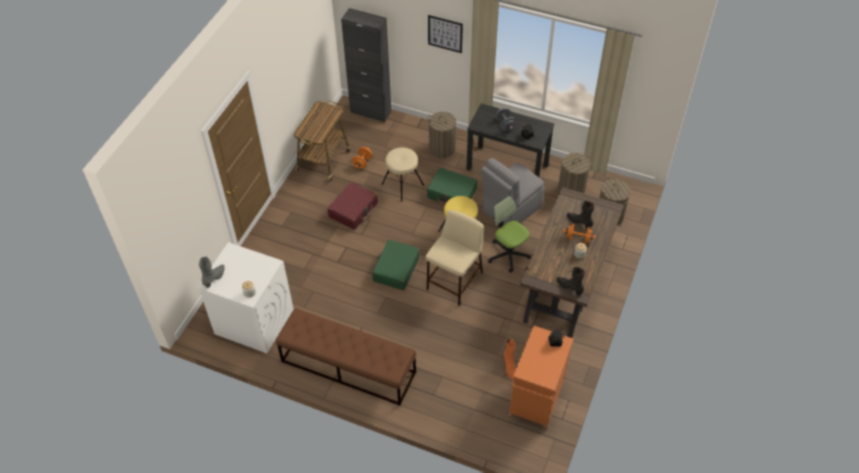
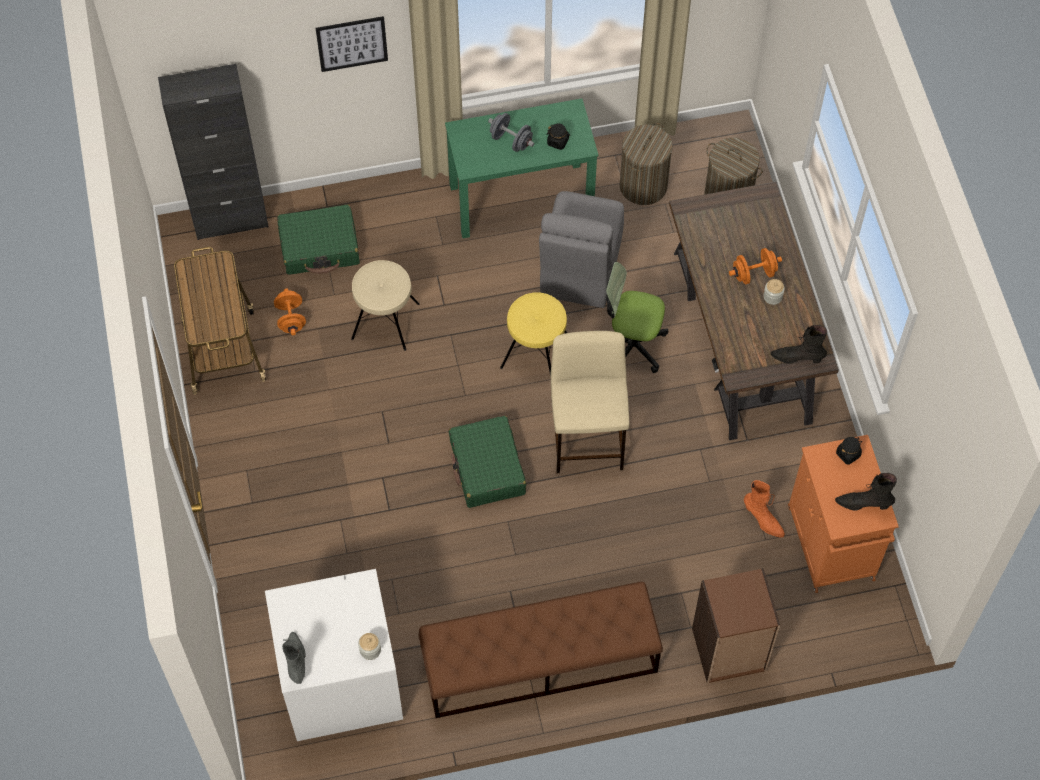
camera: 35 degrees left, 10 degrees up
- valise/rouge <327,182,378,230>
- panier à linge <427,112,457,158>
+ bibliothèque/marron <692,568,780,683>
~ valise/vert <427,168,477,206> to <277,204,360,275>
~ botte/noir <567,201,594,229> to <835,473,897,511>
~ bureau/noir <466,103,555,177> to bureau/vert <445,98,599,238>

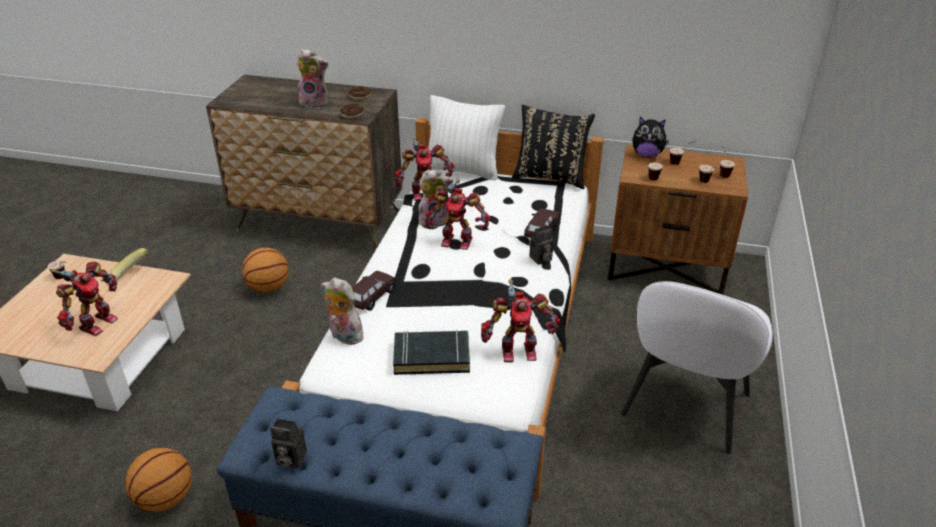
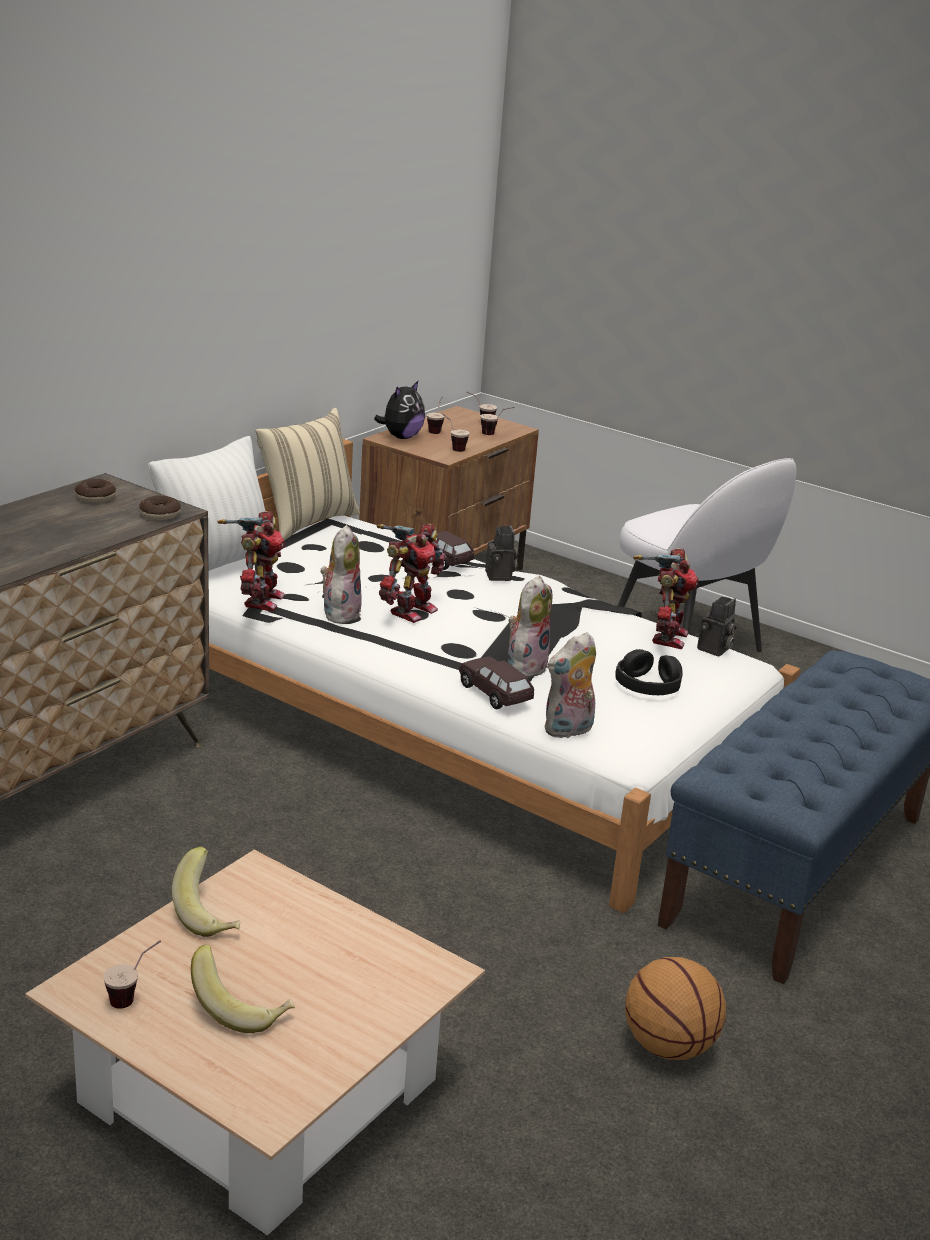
camera: 70 degrees left, 10 degrees down
- robot jouet <50,261,118,336>
- ballon de basket <242,248,289,293>
+ banane <191,945,295,1033>
~ appareil photo <270,418,307,469> to <697,596,736,656>
~ peluche <297,48,328,108> to <508,576,553,678>
~ livre/noir <393,330,470,375> to casque audio/noir <615,649,683,695>
~ coussin/noir <512,105,595,189> to coussin/beige <255,408,360,540>

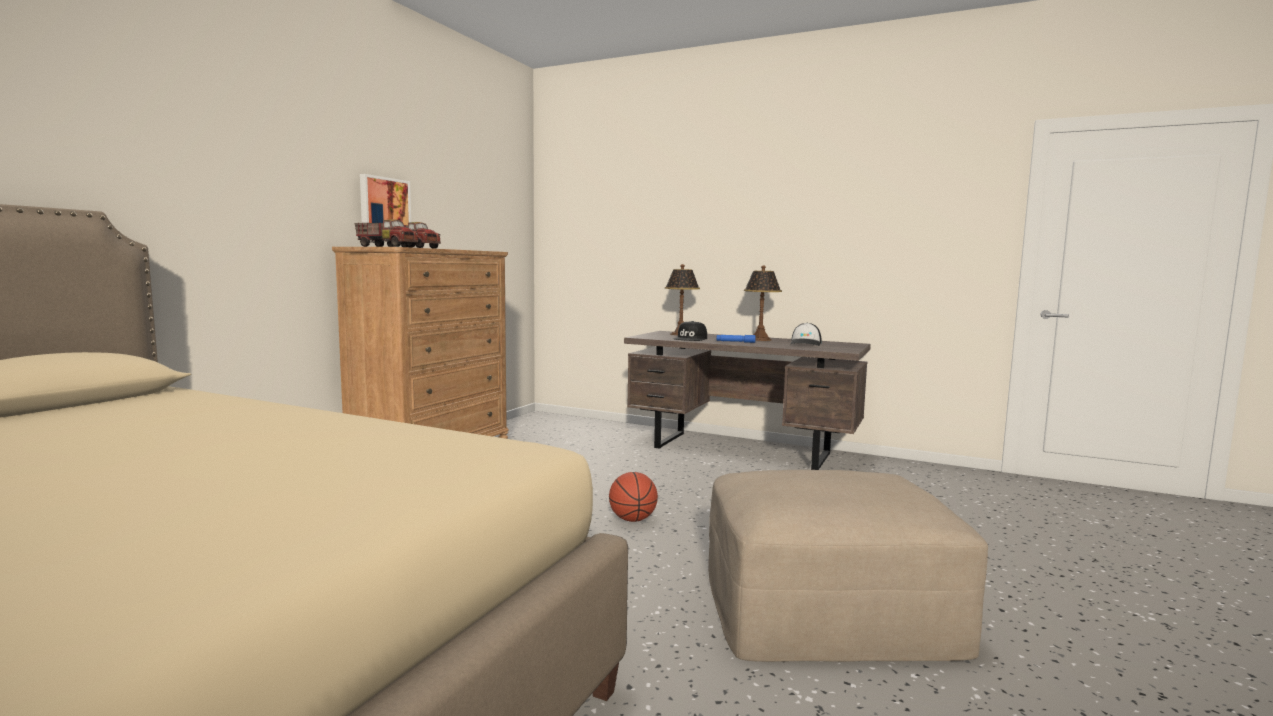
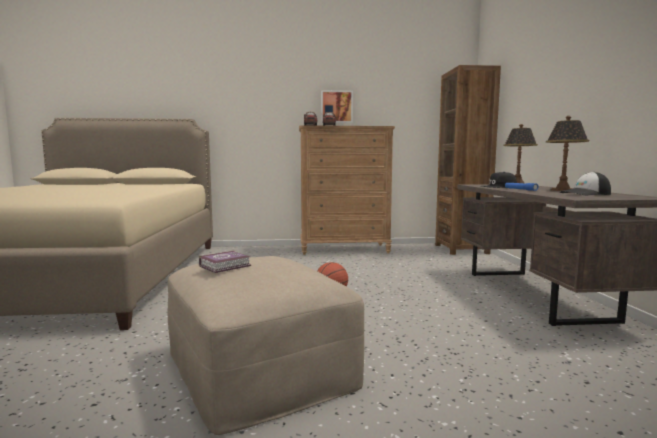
camera: 60 degrees right, 0 degrees up
+ livre <199,250,251,273>
+ bibliothèque/marron <435,65,501,255>

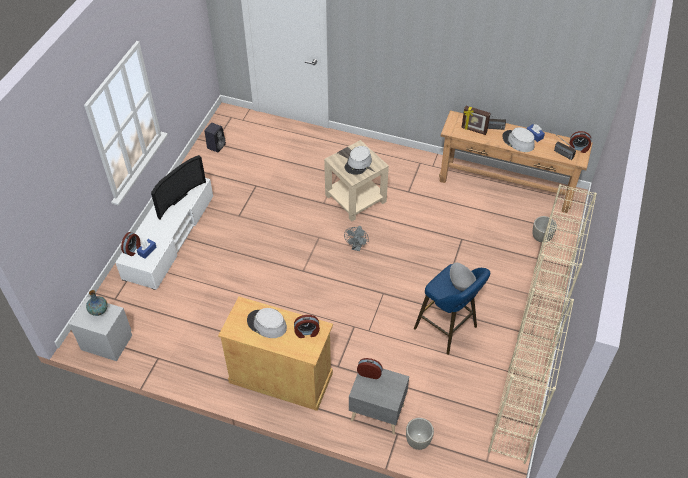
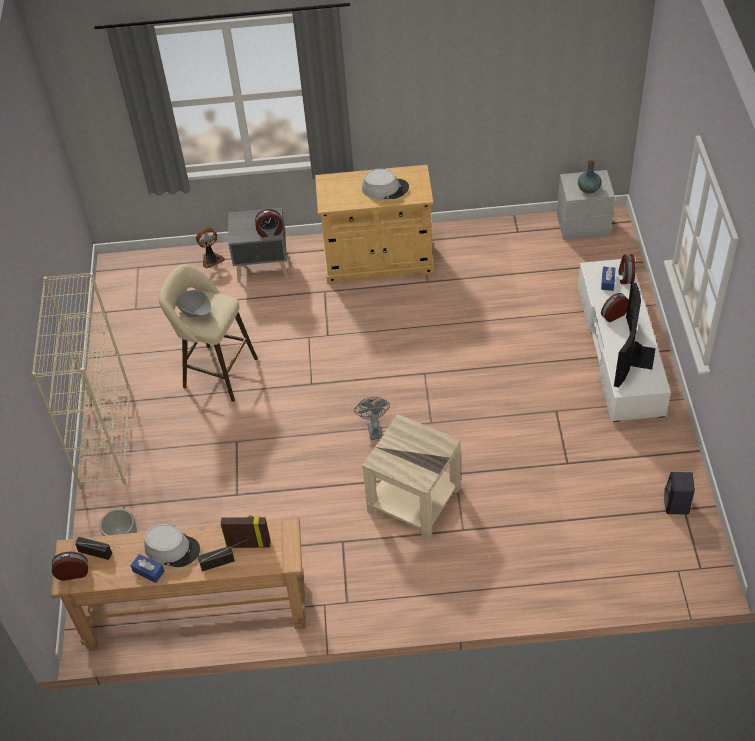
camera: 160 degrees right, 0 degrees up
- chapeau/gris <345,146,372,175>
- bibliothèque/beige <488,288,574,464>
~ réveil <294,315,320,338> to <601,293,629,322>
~ cache-pot/gris <406,418,434,450> to ventilateur <196,228,225,268>
~ tabouret/bleu <414,264,490,355> to tabouret/beige <159,264,258,402>

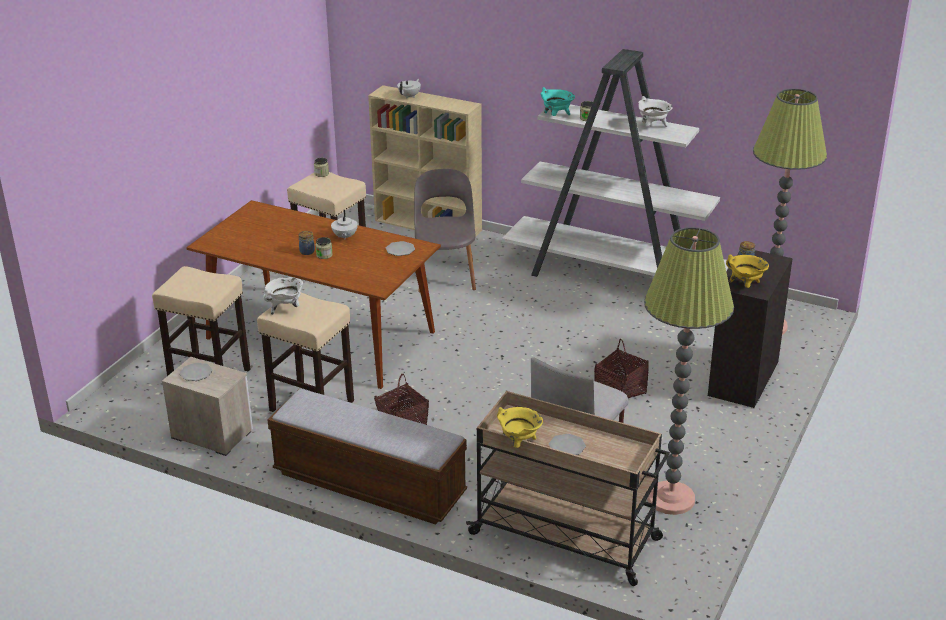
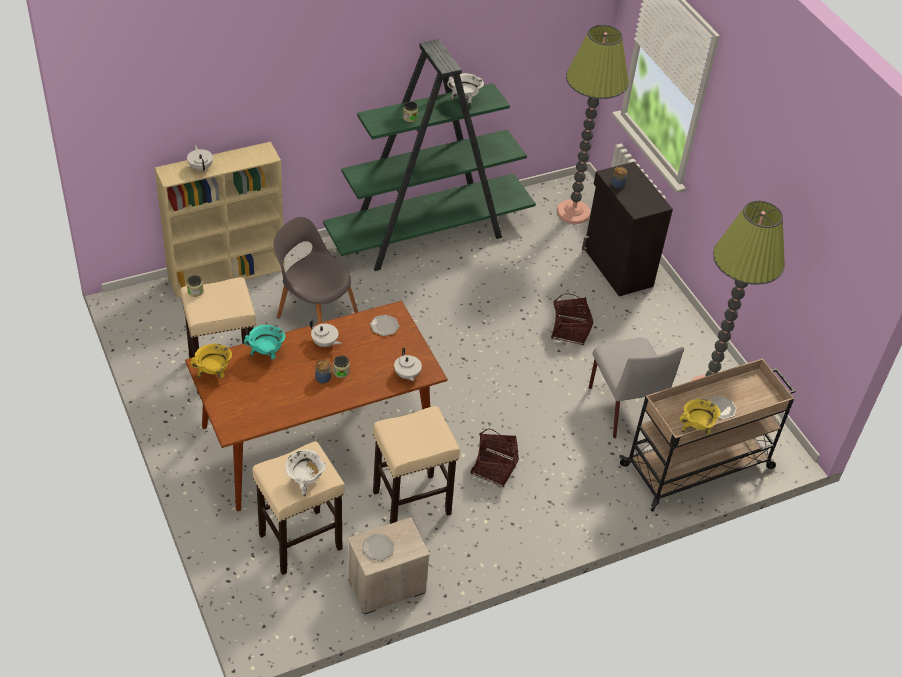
camera: 55 degrees left, 15 degrees up
- banc <267,389,467,525>
+ théière/blanc <394,348,422,382>
~ marmite/blanc <263,277,303,315> to <285,449,326,496>
~ marmite/turquoise <541,87,575,116> to <244,325,285,359>
~ marmite/jaune <726,254,769,288> to <190,344,232,378>
~ bibliothèque/blanc <502,49,728,277> to bibliothèque/vert <323,39,536,271>

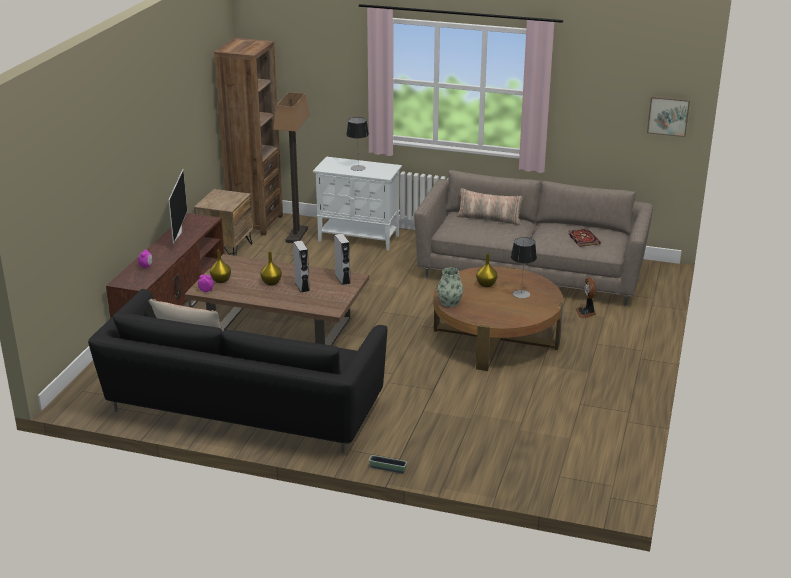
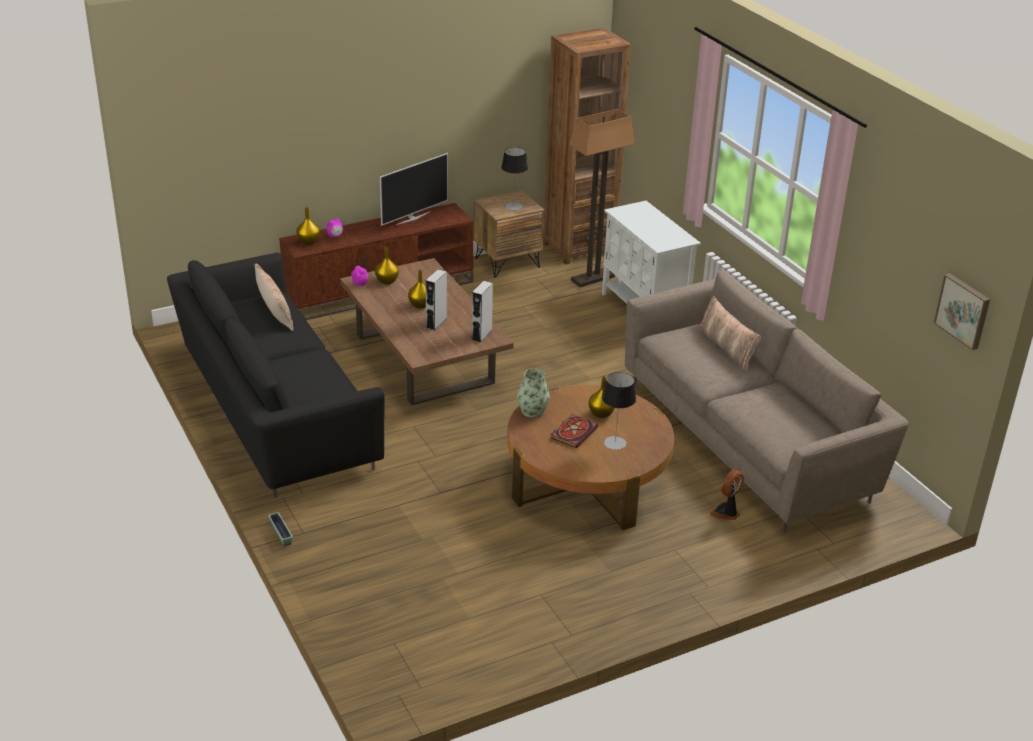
camera: 45 degrees right, 5 degrees up
+ vase/jaune <296,207,320,245>
~ lampe de table <346,117,369,171> to <501,147,528,210>
~ livre <568,229,601,247> to <551,414,599,448>

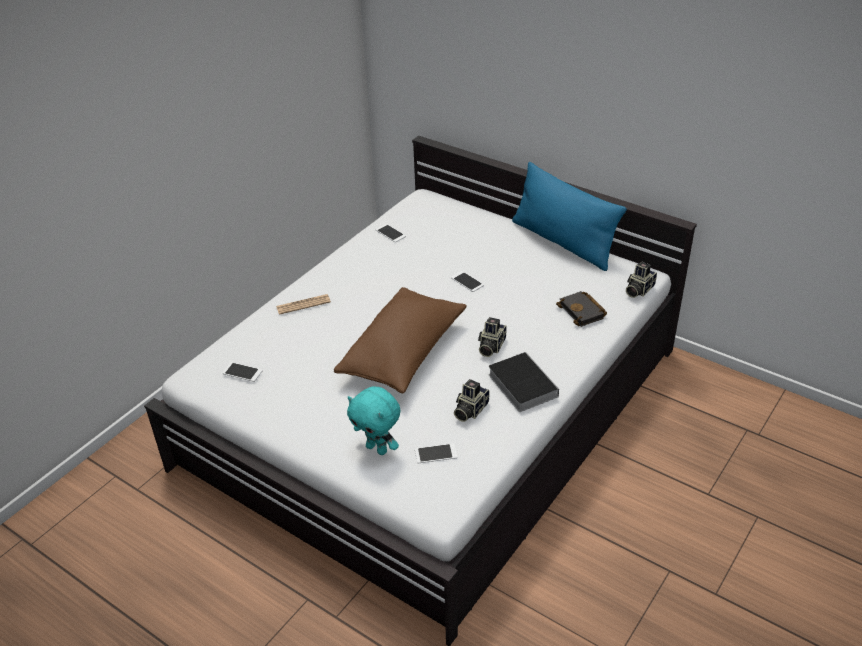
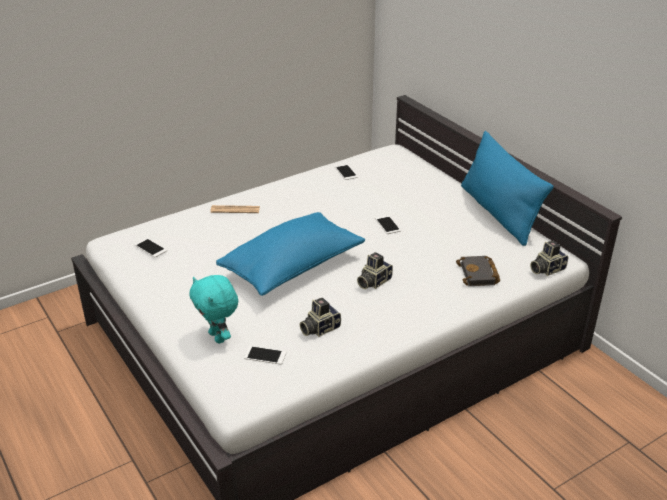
camera: 20 degrees right, 5 degrees down
- livre <488,352,559,412>
~ coussin/marron <334,287,467,393> to coussin/bleu <216,212,365,296>

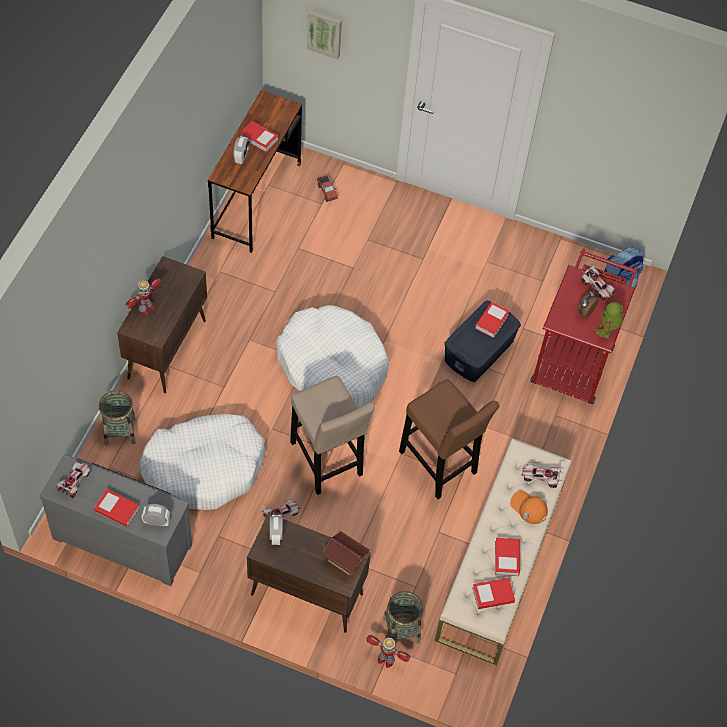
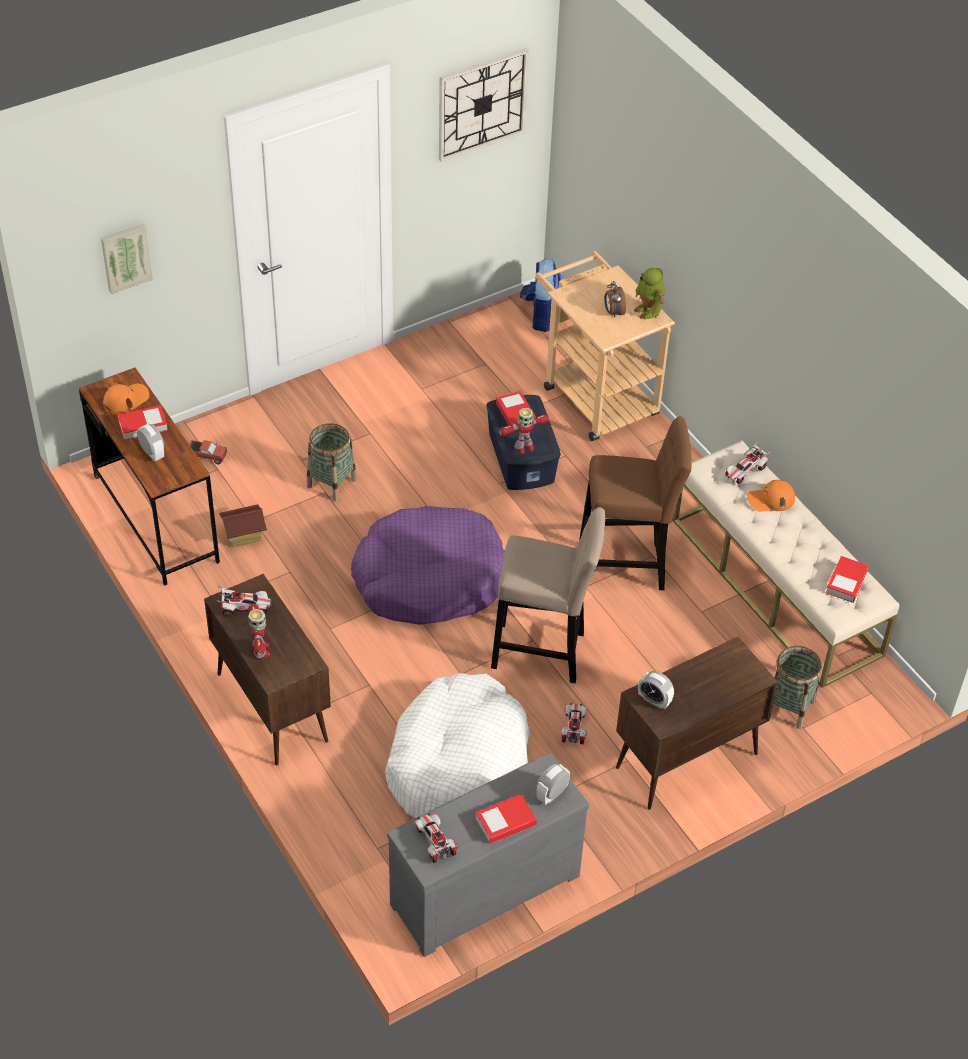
camera: 50 degrees left, 10 degrees down
- livre <495,538,520,576>
+ casquette/orange <103,384,149,415>
+ horloge murale <439,48,529,162>
~ panier <99,390,136,446> to <307,423,357,501>
~ maison miniature <321,531,370,575> to <219,504,267,547>
~ robot jouet <366,635,410,668> to <499,408,549,454>
~ petite voiture <581,262,615,300> to <217,586,271,616>
~ panier pour chien/blanc <276,305,389,408> to panier pour chien/violet <351,506,505,625>
~ chariot/rouge <530,248,638,404> to chariot/beige <536,251,675,441>

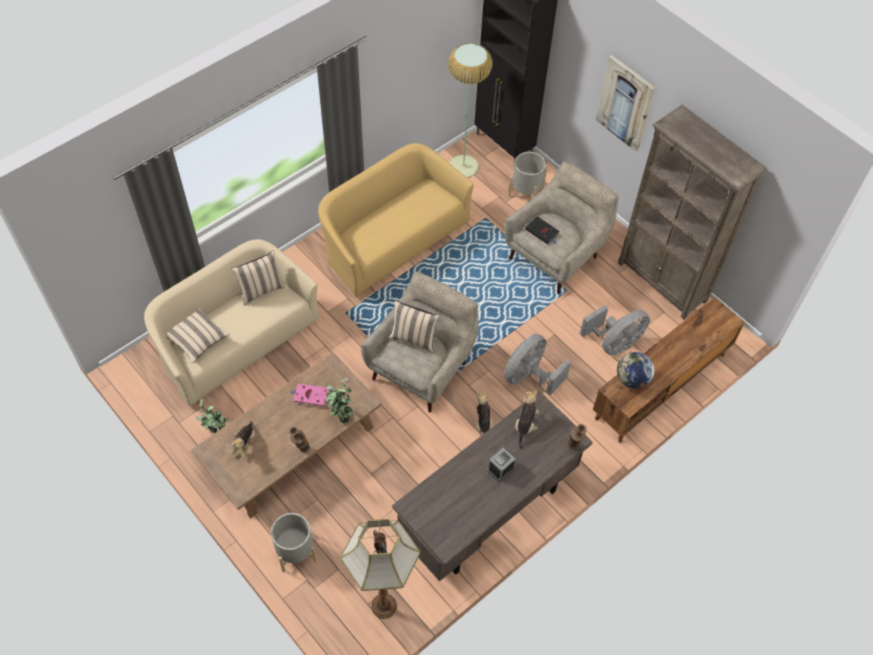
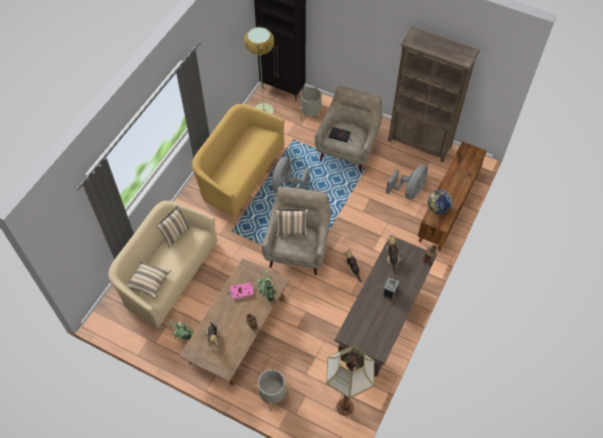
camera: 20 degrees left, 0 degrees up
- tableau <596,55,655,152>
~ ventilateur/gris <504,334,571,395> to <272,157,310,193>

